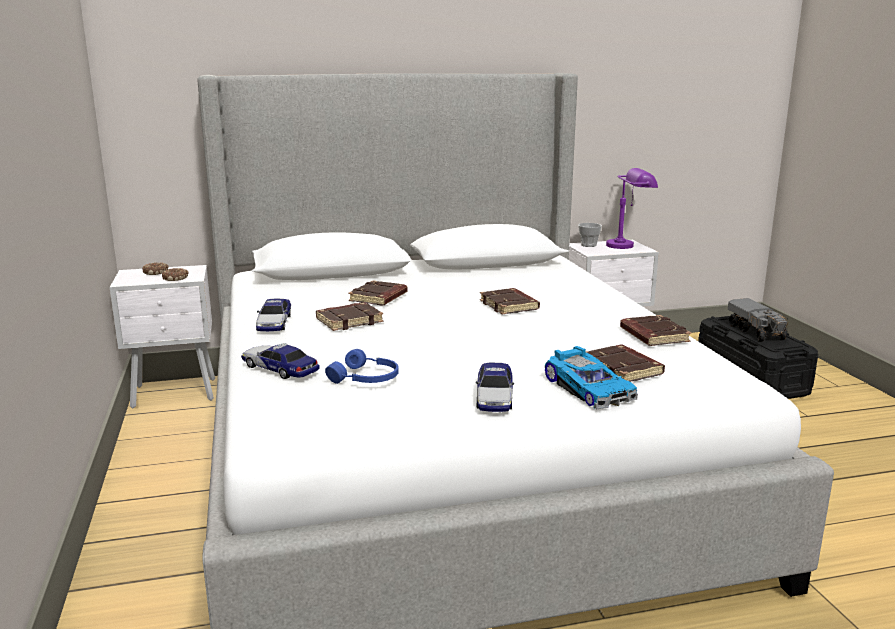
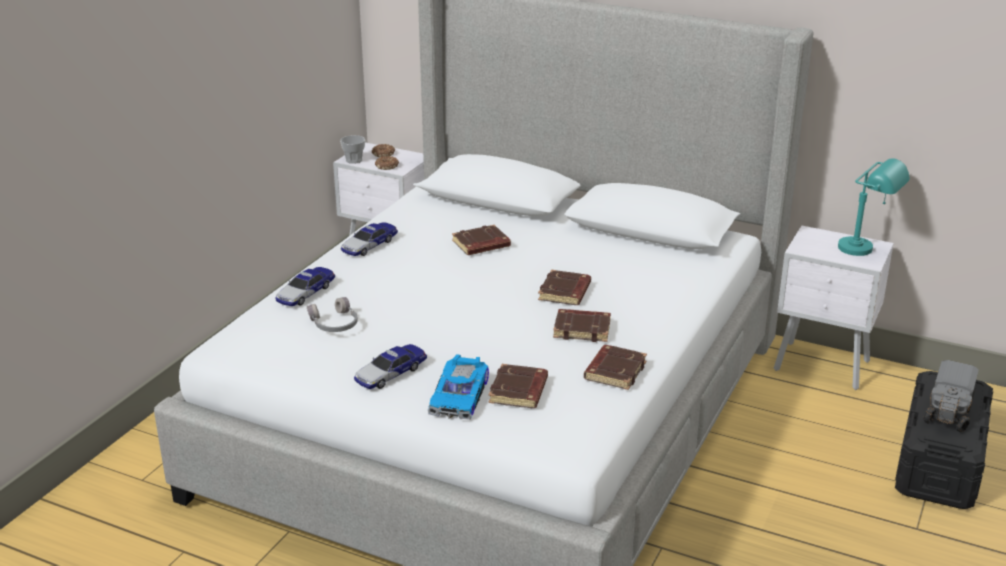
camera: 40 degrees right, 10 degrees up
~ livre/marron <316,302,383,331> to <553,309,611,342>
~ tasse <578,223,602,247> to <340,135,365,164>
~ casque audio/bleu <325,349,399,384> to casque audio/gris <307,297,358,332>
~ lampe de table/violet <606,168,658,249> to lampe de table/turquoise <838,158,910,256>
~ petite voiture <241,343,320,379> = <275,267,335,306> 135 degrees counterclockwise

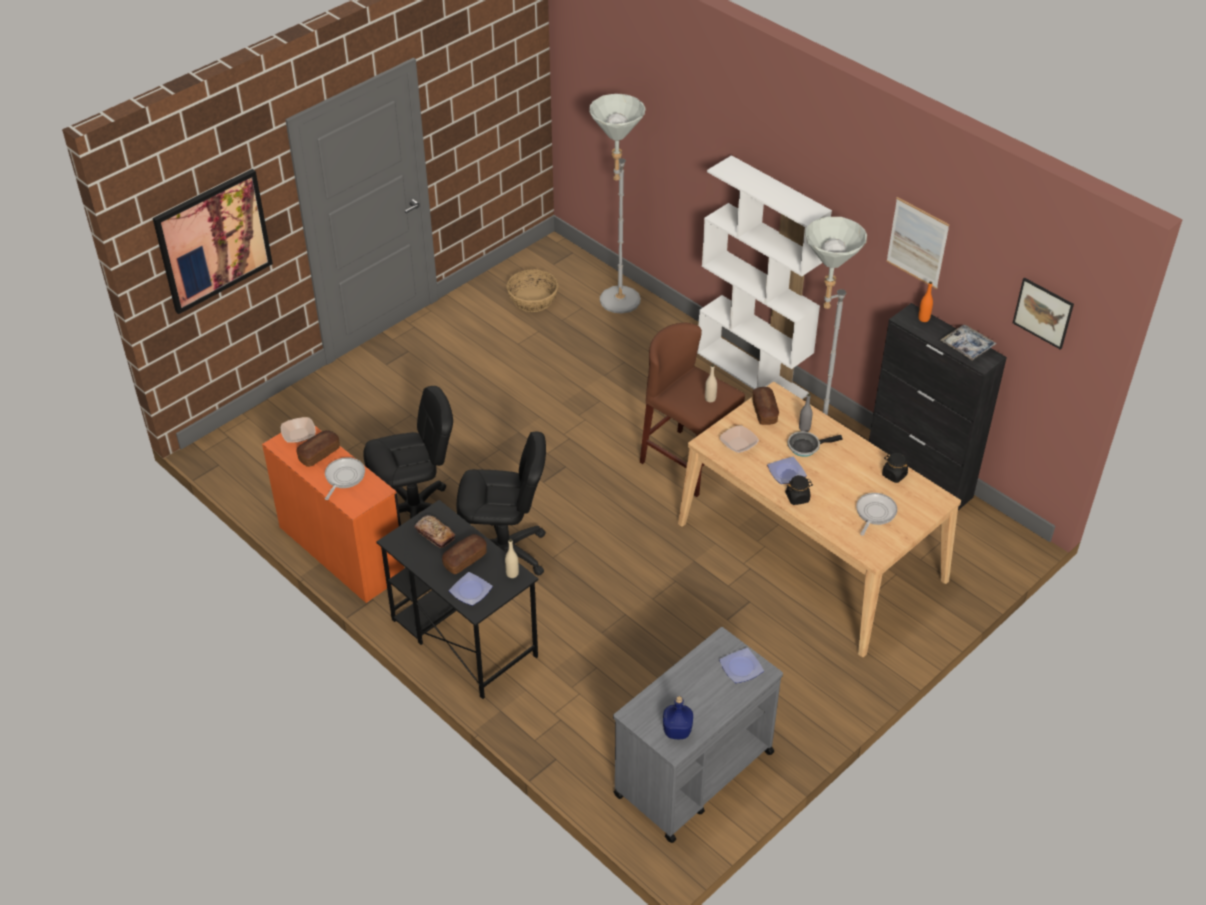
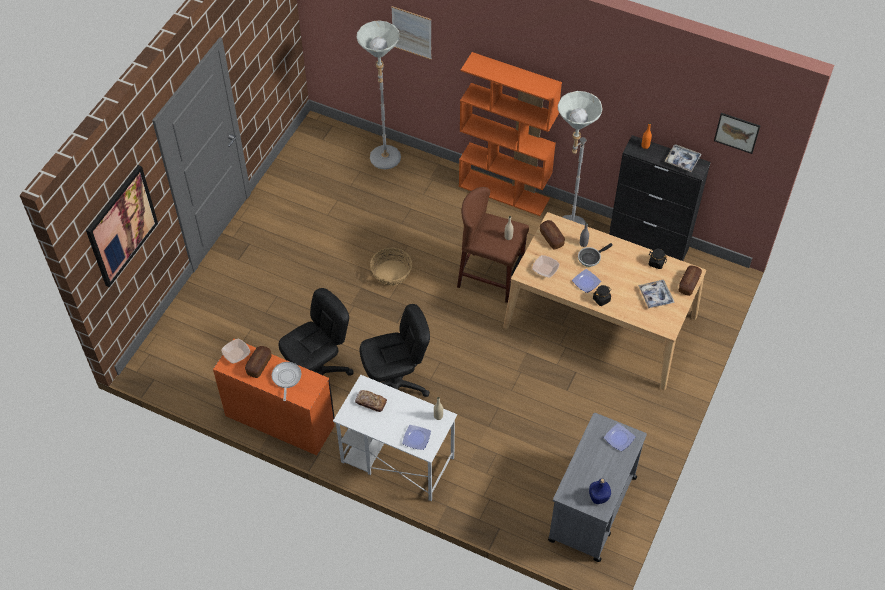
camera: 20 degrees left, 10 degrees up
~ pain <442,534,487,574> to <679,265,702,296>
~ panier <507,269,558,312> to <370,248,412,286>
~ tableau <886,197,950,289> to <391,6,432,60>
~ poêle <856,493,897,536> to plateau <638,280,675,309>
~ bureau/noir <377,500,538,699> to bureau/blanc <333,375,457,501>
~ bibliothèque/blanc <697,155,832,399> to bibliothèque/orange <459,52,562,216>

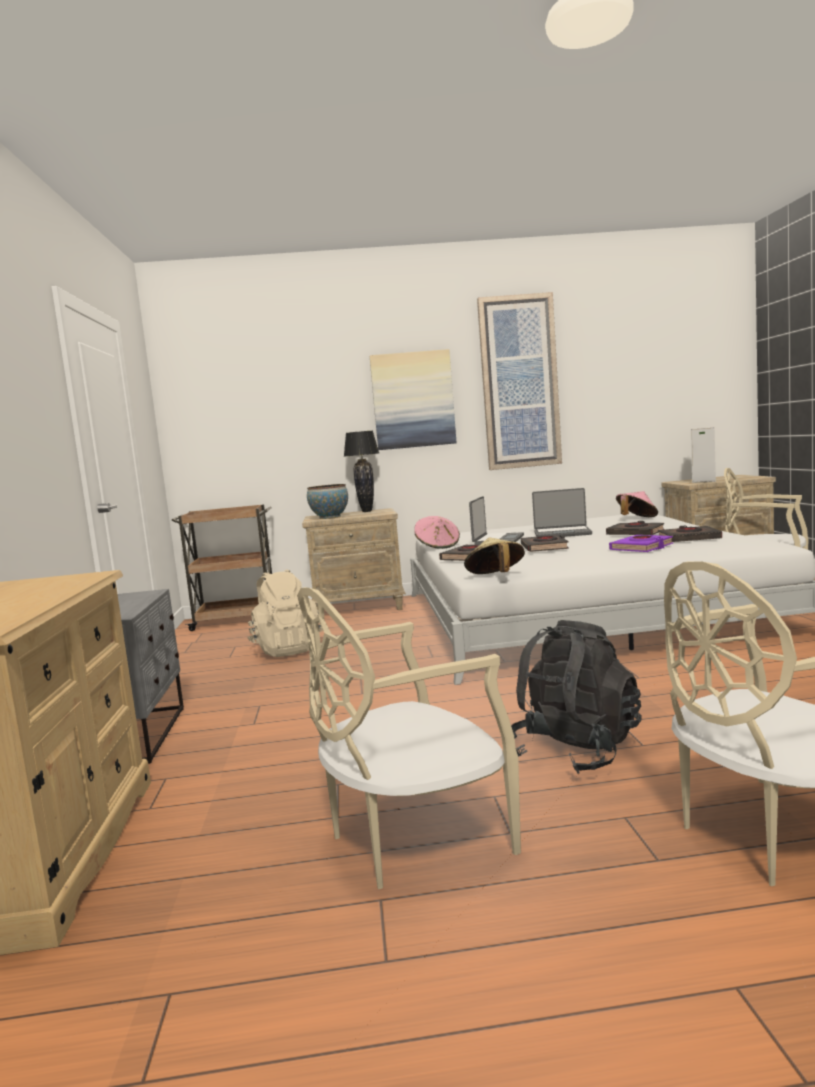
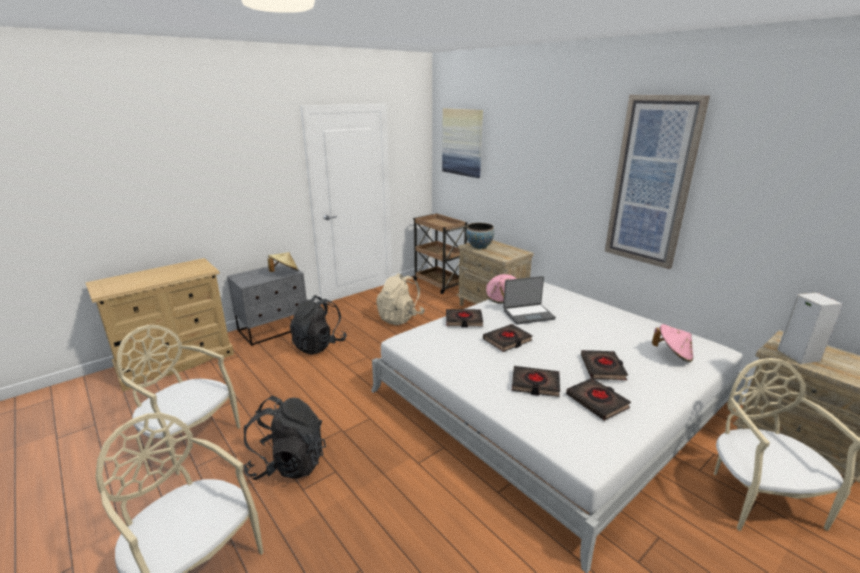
camera: 55 degrees right, 15 degrees up
- lampe de table/noir <344,431,379,512>
- ordinateur portable <532,488,592,537>
+ sac à dos/noir <290,295,347,355>
~ tableau <370,349,456,450> to <442,108,483,178>
~ chapeau/beige <464,537,525,574> to <268,252,298,272>
~ livre/violet <609,535,674,552> to livre/noir <512,366,560,397>

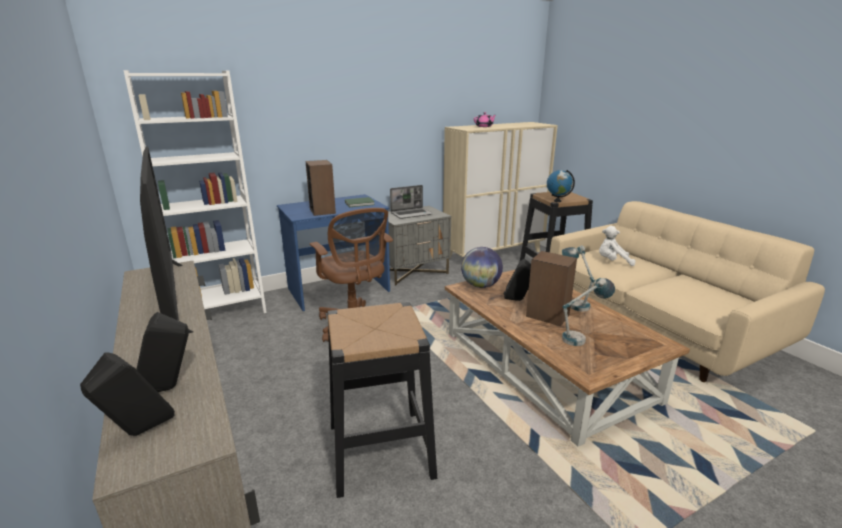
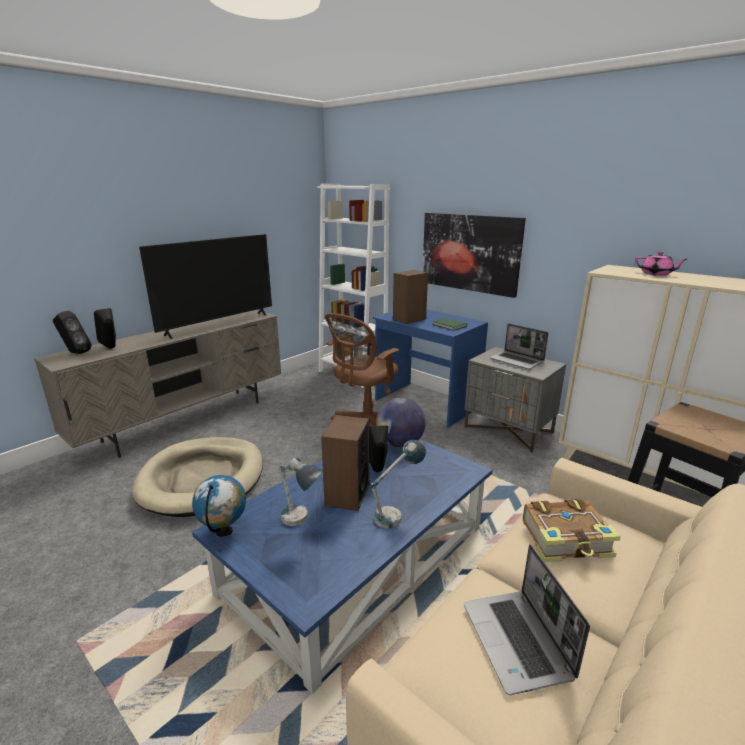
camera: 70 degrees right, 0 degrees up
+ tableau <423,213,526,298>
+ ordinateur portable <464,544,590,695>
~ globe <547,170,575,202> to <192,475,246,537>
~ tabouret/noir <327,302,437,498> to panier pour chien/beige <132,437,263,517>
~ peluche/blanc <599,226,635,266> to livre <523,499,621,562>
~ table basse/marron <445,270,690,447> to table basse/bleu <192,439,493,694>

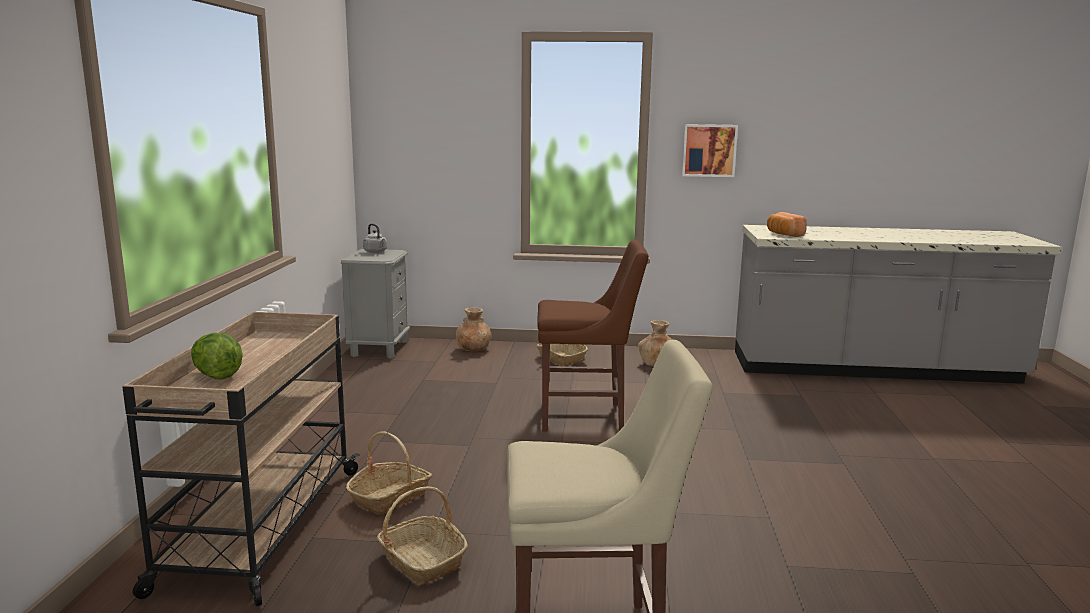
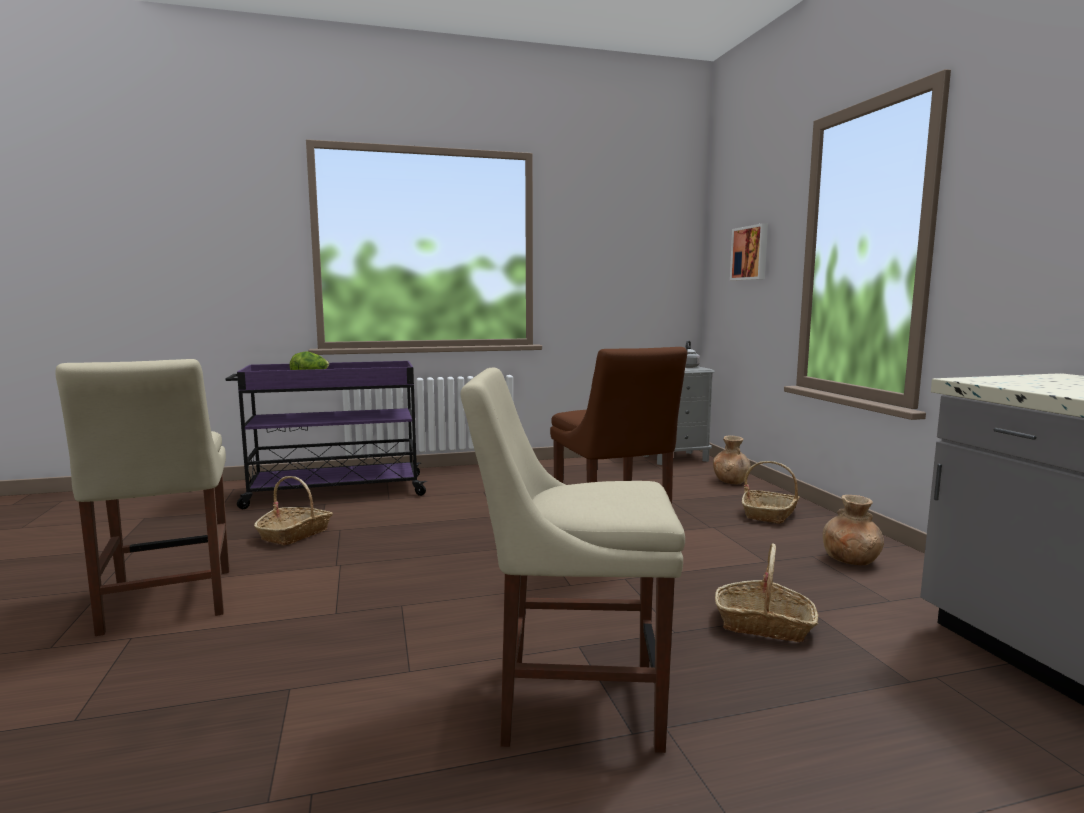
camera: 70 degrees right, 5 degrees down
- pain <767,212,807,237>
+ chaise/beige <461,368,685,753>
~ panier <346,431,432,515> to <715,543,818,642>
~ tableau <682,124,738,177> to <730,223,768,280>
~ chariot/beige <122,312,360,607> to chariot/violet <225,361,427,509>

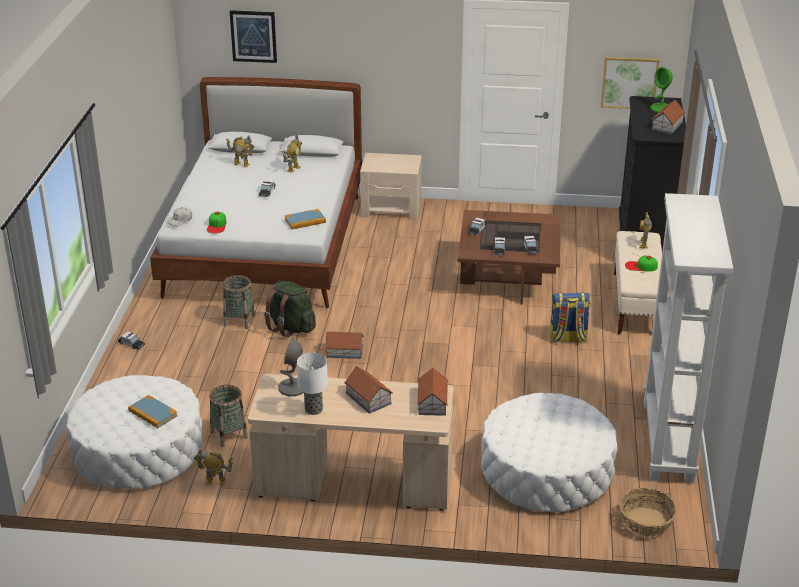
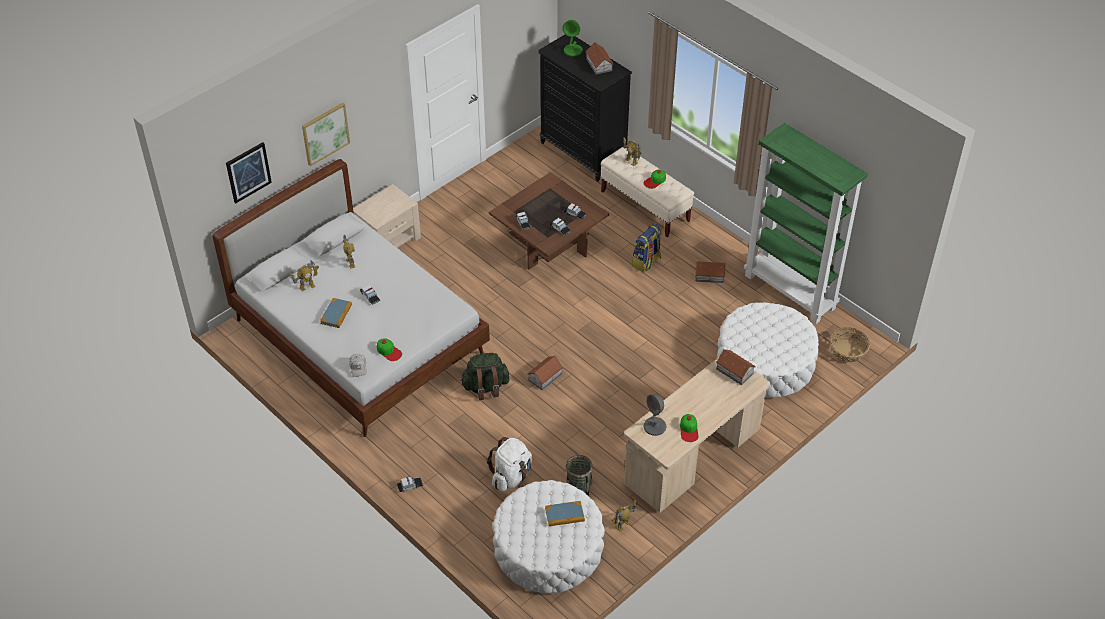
camera: 50 degrees left, 15 degrees up
- panier <223,275,255,329>
+ sac à dos/blanc <487,437,532,491>
~ livre <285,209,326,229> to <320,298,352,328>
~ maison miniature <345,366,393,414> to <695,261,726,283>
~ tableau <601,57,660,109> to <302,103,350,166>
~ lampe de table <297,353,328,415> to casquette <680,414,699,442>
~ bibliothèque/blanc <643,193,733,484> to bibliothèque/vert <744,123,868,324>

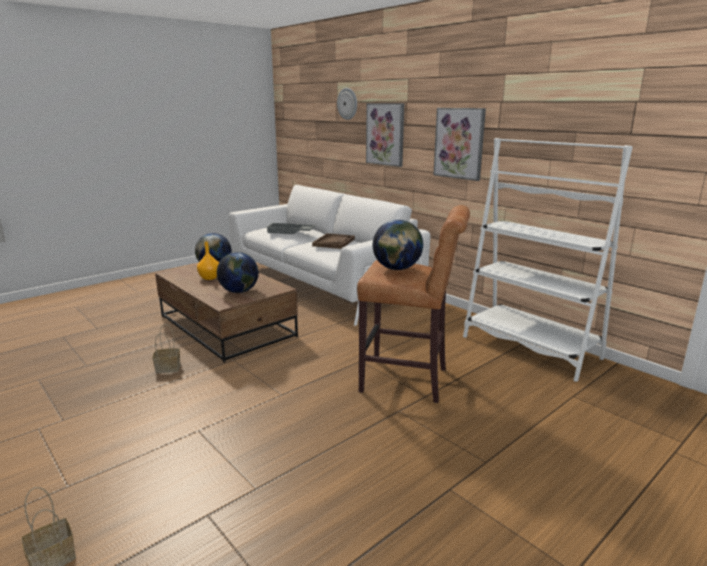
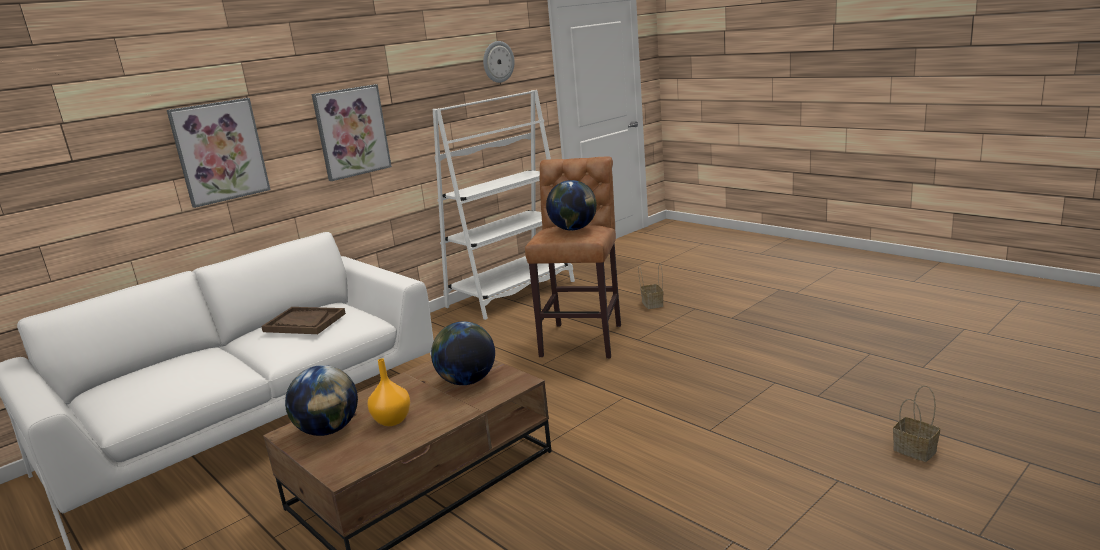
camera: 90 degrees left, 0 degrees up
- plateau/gris <266,223,316,234>
~ panier <152,324,181,373> to <638,263,664,309>
~ horloge murale <337,88,357,120> to <483,41,515,83>

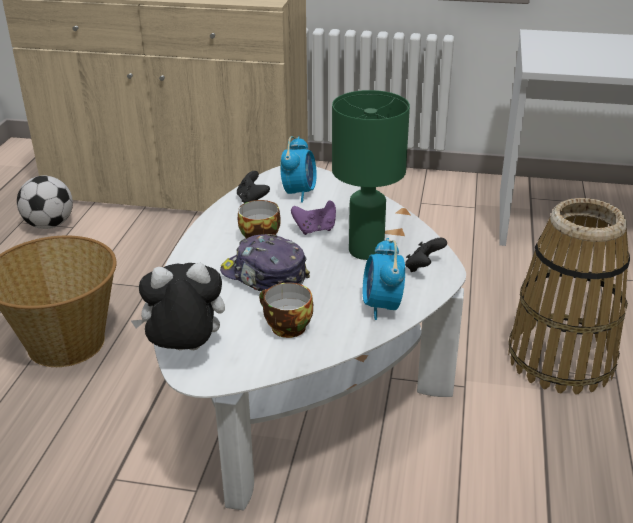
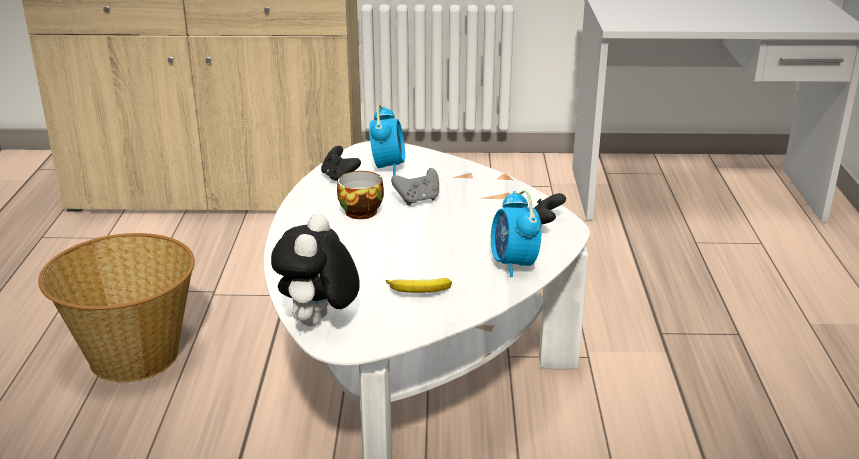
camera: 10 degrees left, 5 degrees down
- ballon de foot <17,176,73,229>
- casquette <220,234,310,291>
- lampe de table/vert <332,90,410,260>
- panier <508,198,630,394>
~ tasse <259,283,313,338> to banane <386,278,452,293>
~ manette/violet <291,200,336,235> to manette/gris <391,168,439,206>
~ peluche <131,263,225,350> = <271,213,360,326> 60 degrees counterclockwise

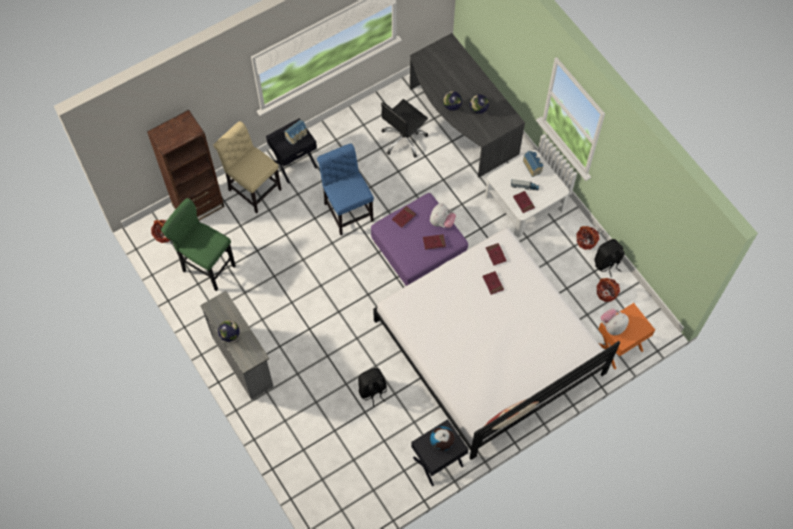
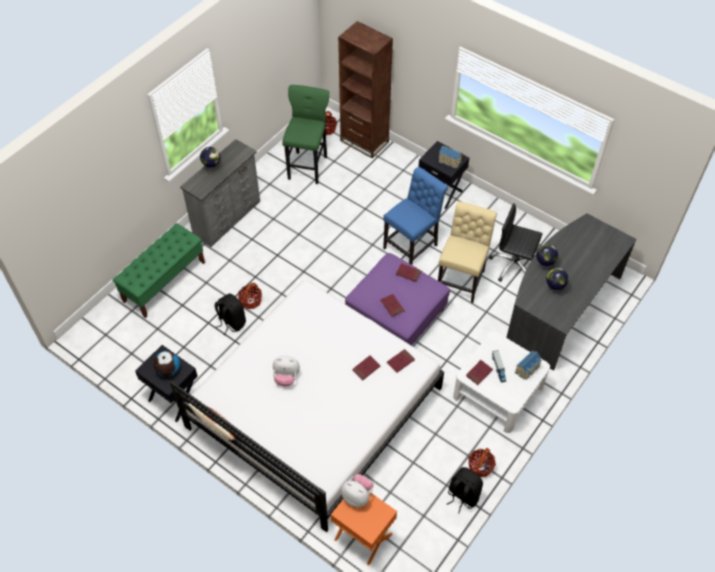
camera: 70 degrees right, 10 degrees down
+ banc/vert <113,223,205,318>
~ chaise/beige <213,121,282,213> to <438,201,497,303>
~ peluche <430,203,456,228> to <273,356,300,386>
~ panier <597,278,620,302> to <238,282,262,309>

